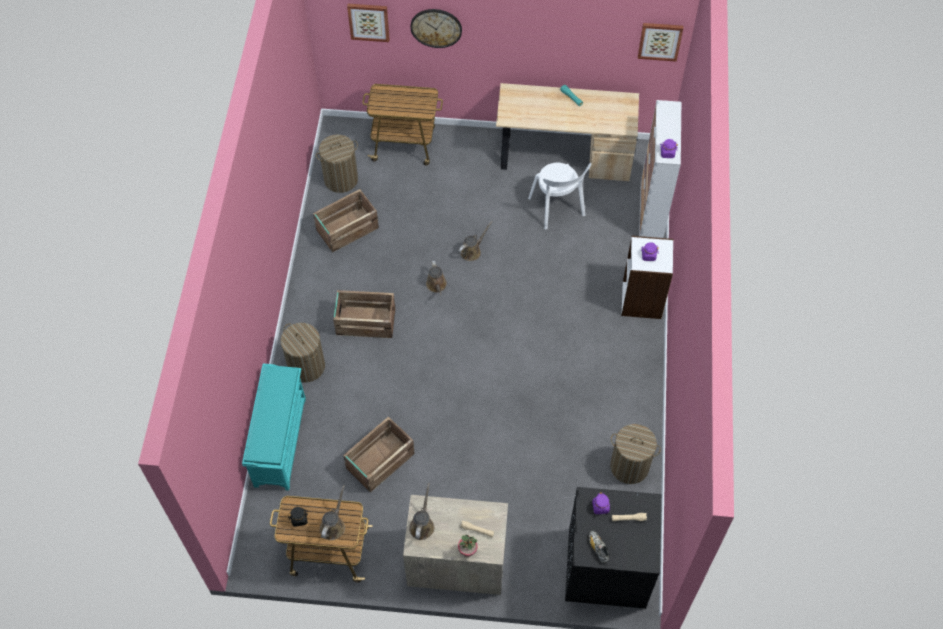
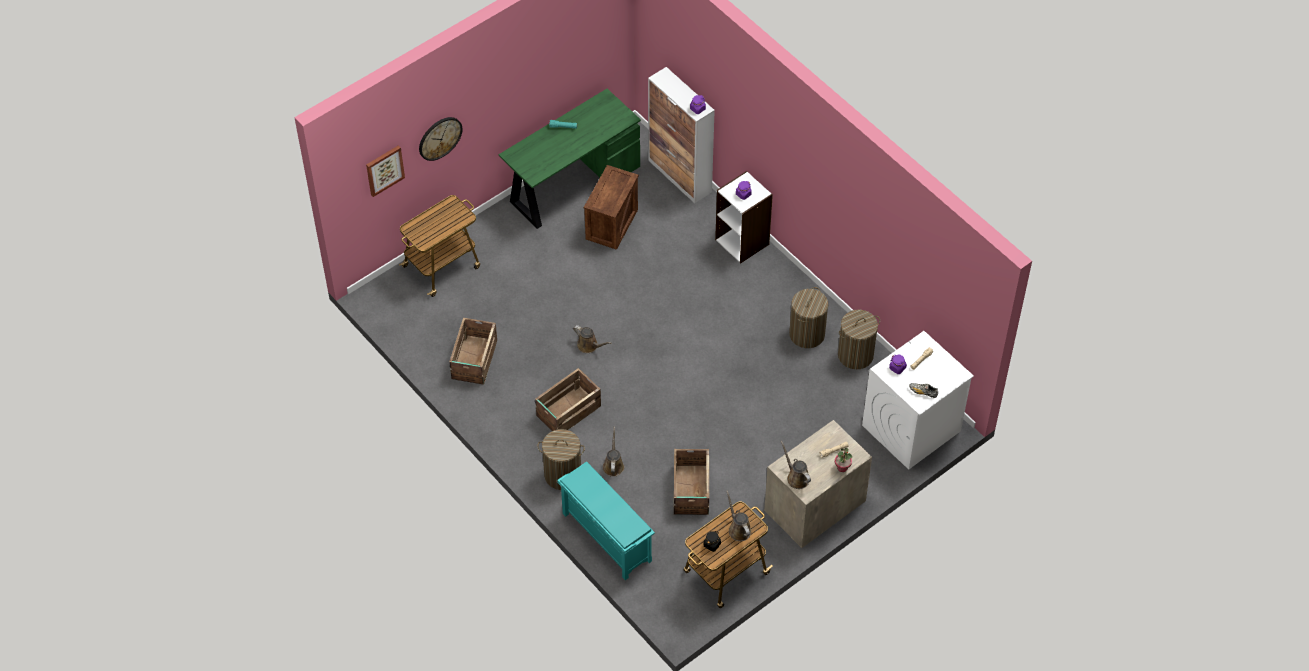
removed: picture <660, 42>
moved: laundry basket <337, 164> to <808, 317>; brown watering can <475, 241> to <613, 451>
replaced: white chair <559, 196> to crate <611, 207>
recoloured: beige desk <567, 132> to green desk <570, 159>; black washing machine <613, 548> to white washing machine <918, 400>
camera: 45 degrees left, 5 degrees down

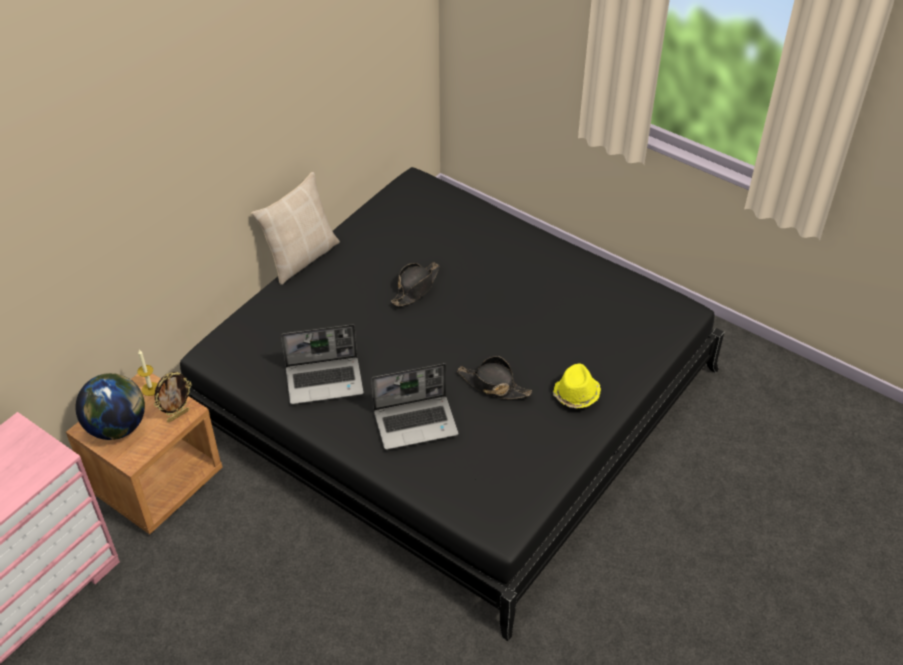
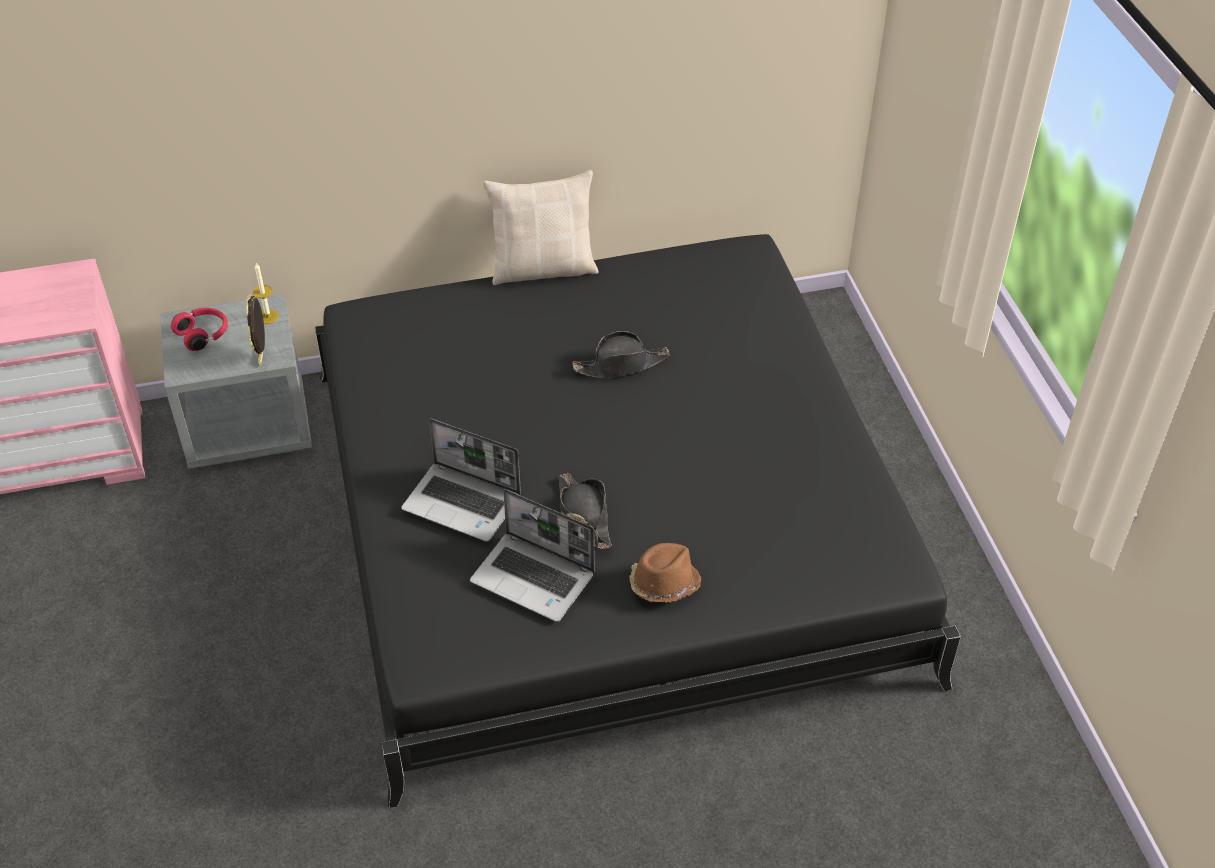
moved: laptop <322, 364> to <532, 555>
replaced: globe <110, 406> to red headphones <199, 329>
recoloured: yellow hat <577, 386> to brown hat <665, 573>; brown nightstand <144, 453> to grey nightstand <236, 381>
turned: picture frame <173, 397> = <255, 330> 90 degrees clockwise
camera: 40 degrees right, 0 degrees up

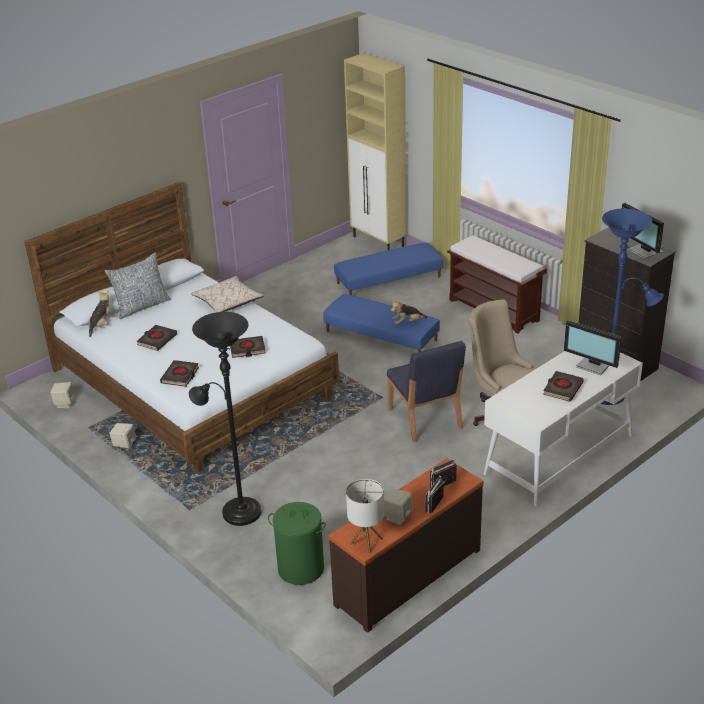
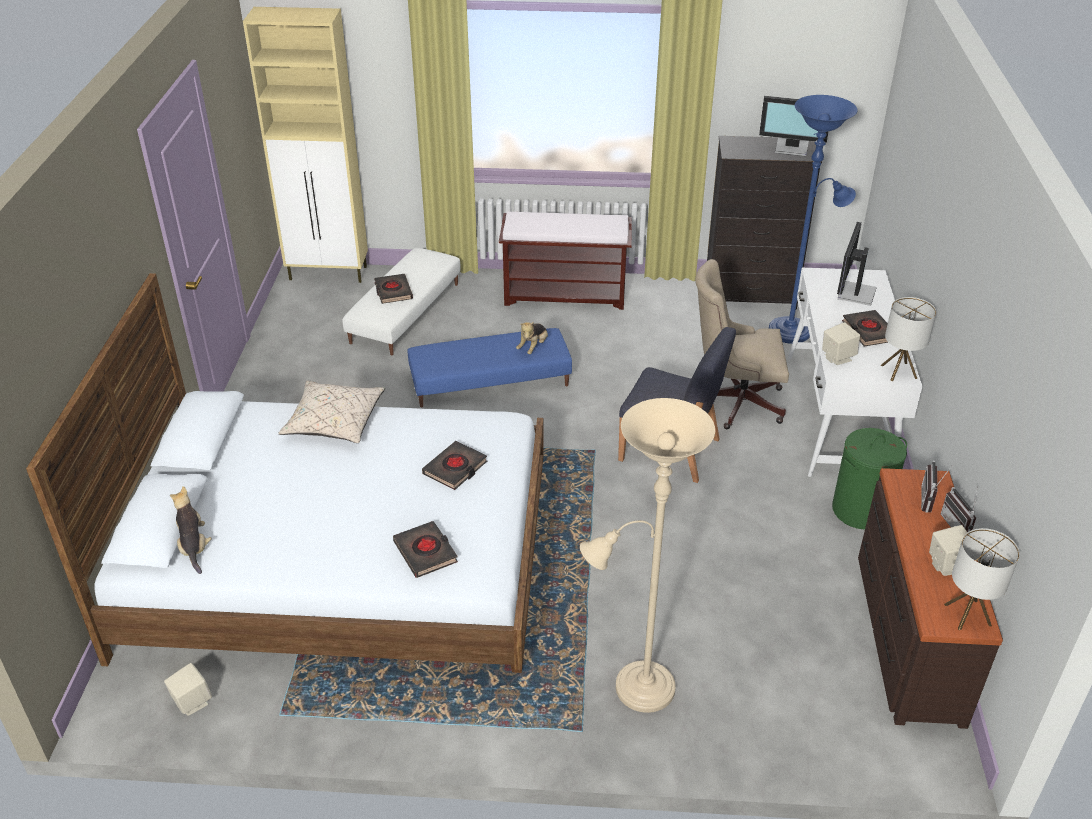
removed: pillow <138, 285>
added: table lamp <909, 339>
moved: black book <157, 338> to <393, 289>; beige speaker <122, 435> to <841, 343>; green laundry basket <297, 543> to <869, 479>
recoloured: blue ottoman <388, 269> to white ottoman <401, 301>; black floor lamp <225, 419> to beige floor lamp <647, 555>
turned: monitor <593, 347> = <857, 264> 120 degrees clockwise
camera: 45 degrees left, 5 degrees up

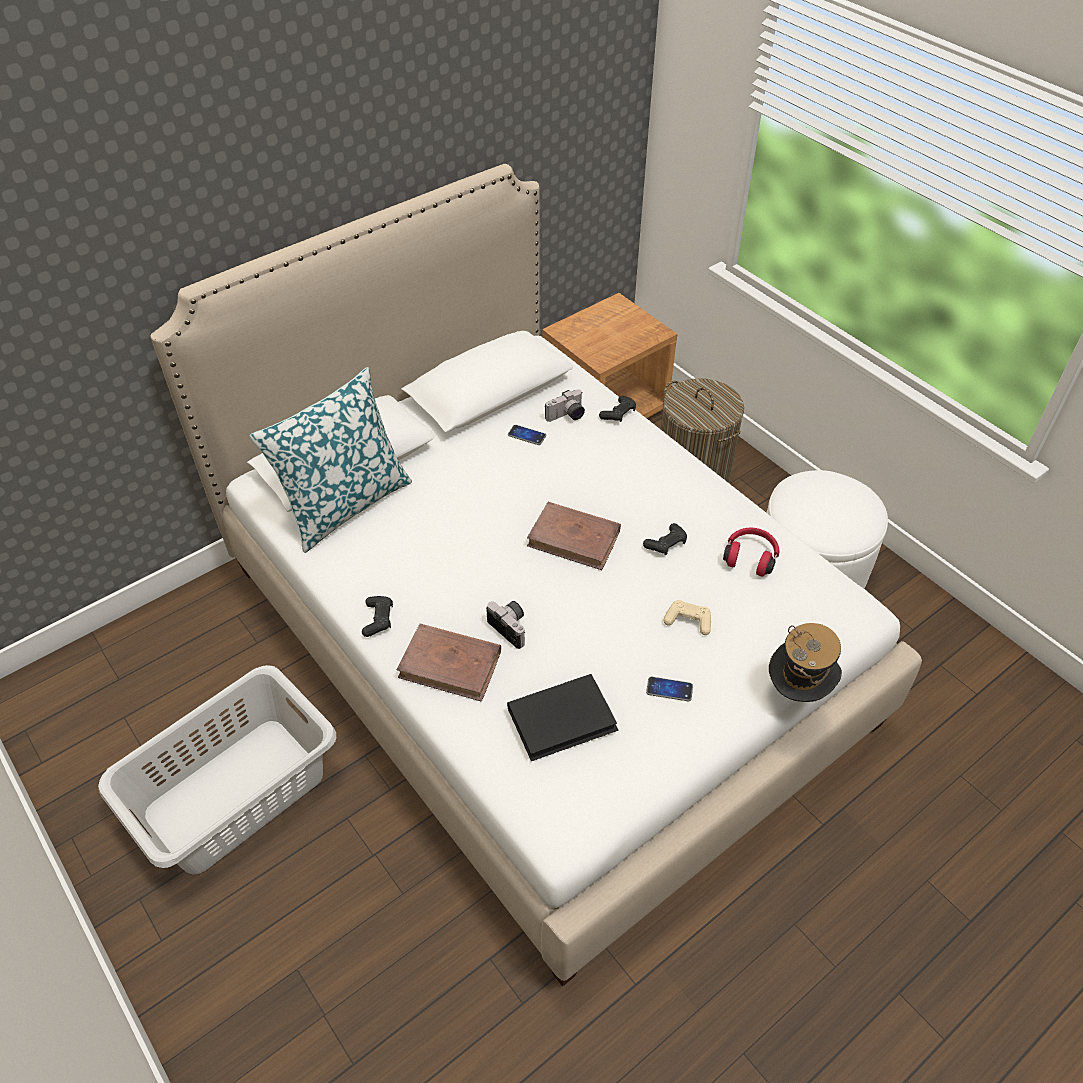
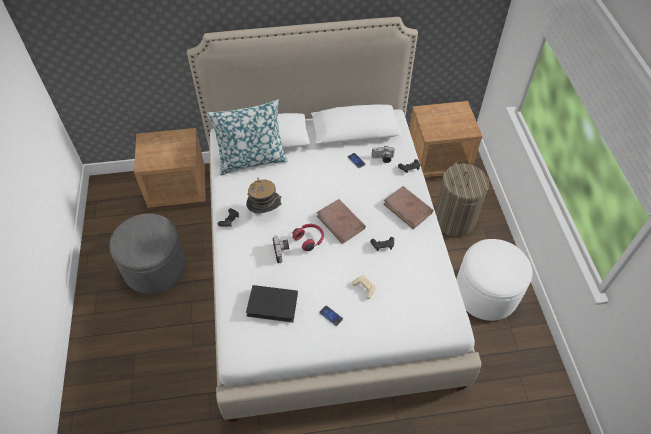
added: brown nightstand <170, 168>
moved: red headphones <751, 552> to <308, 237>; hat <805, 662> to <264, 196>; brown book <449, 663> to <408, 207>
replaced: grey laundry basket <217, 769> to grey ottoman <147, 253>
camera: 30 degrees right, 5 degrees up

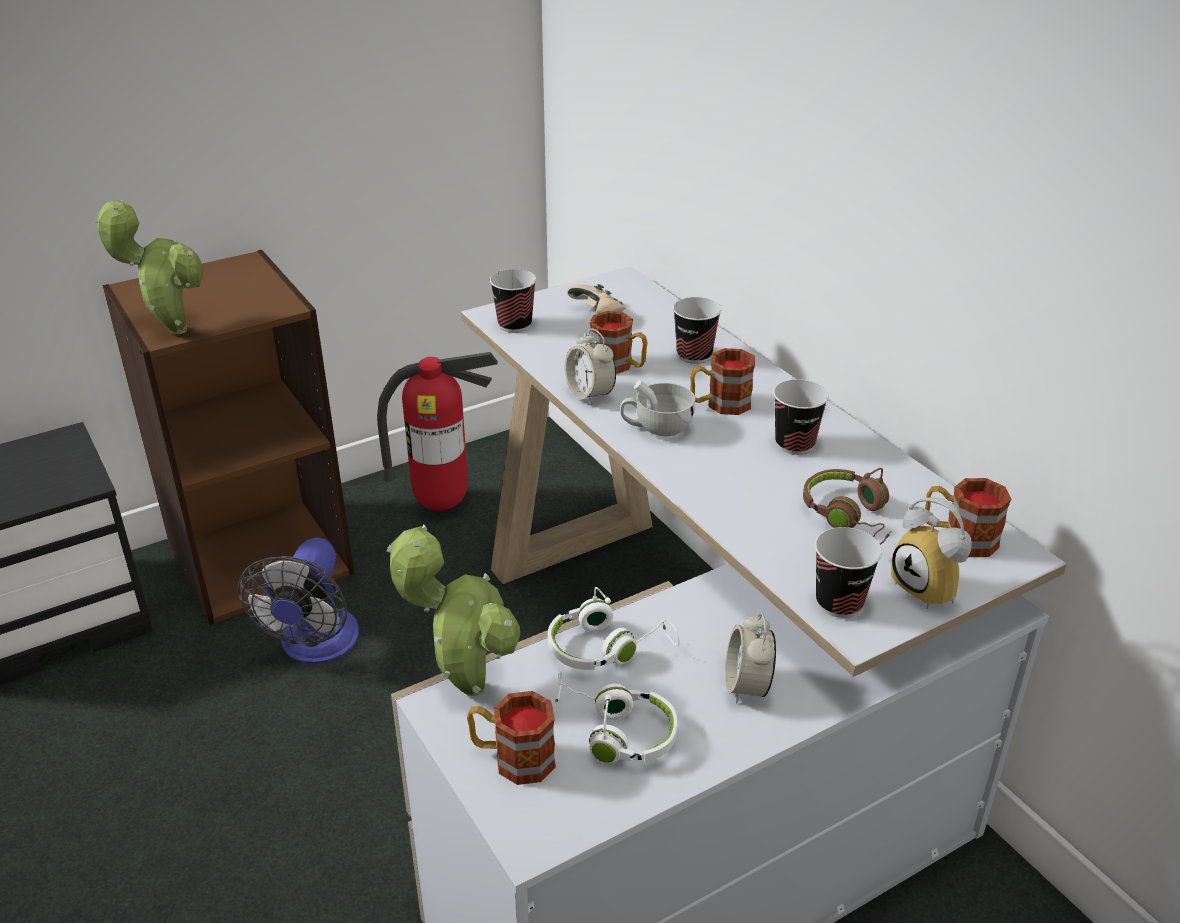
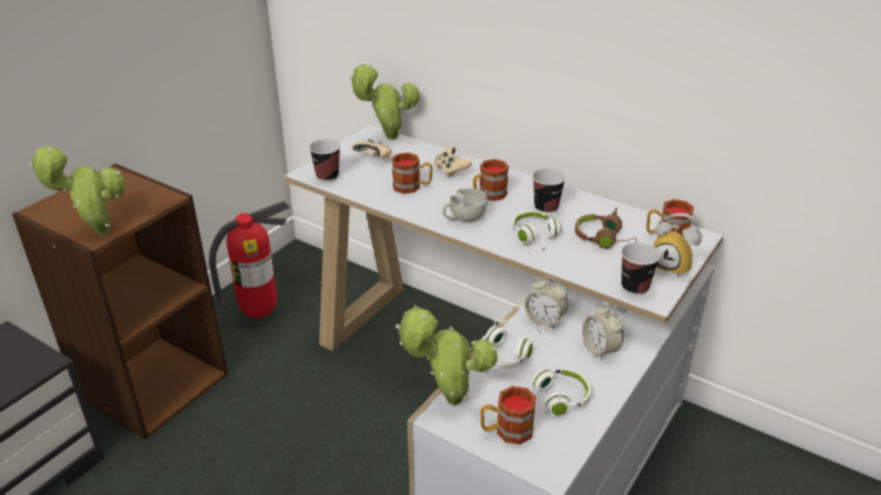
removed: fan <298, 600>
added: potted plant <384, 102>; white headphones <536, 233>
moved: alarm clock <590, 366> to <546, 302>
replaced: cup <697, 330> to beige game controller <453, 162>
camera: 25 degrees left, 0 degrees up

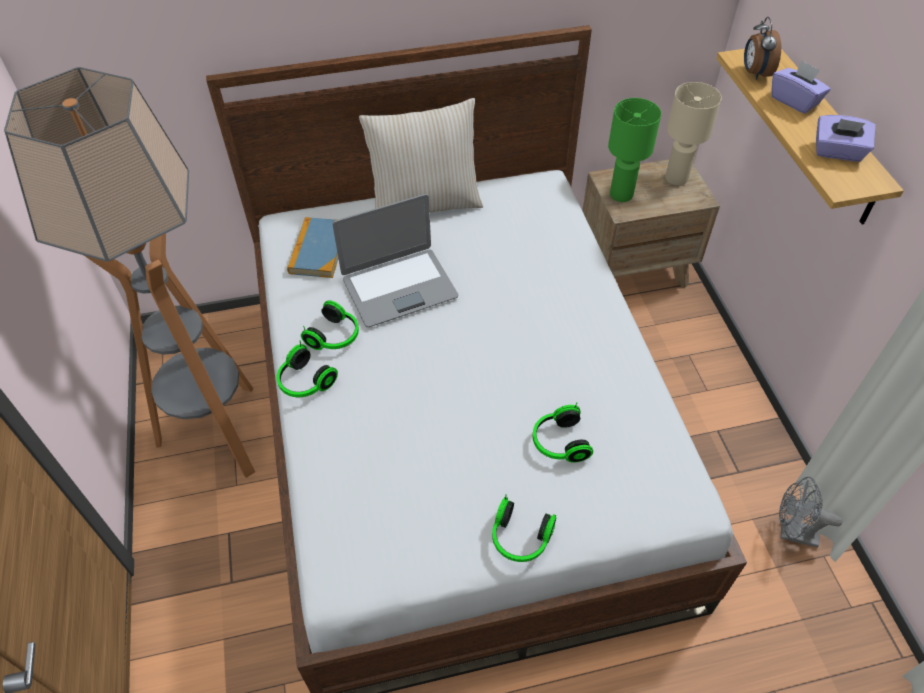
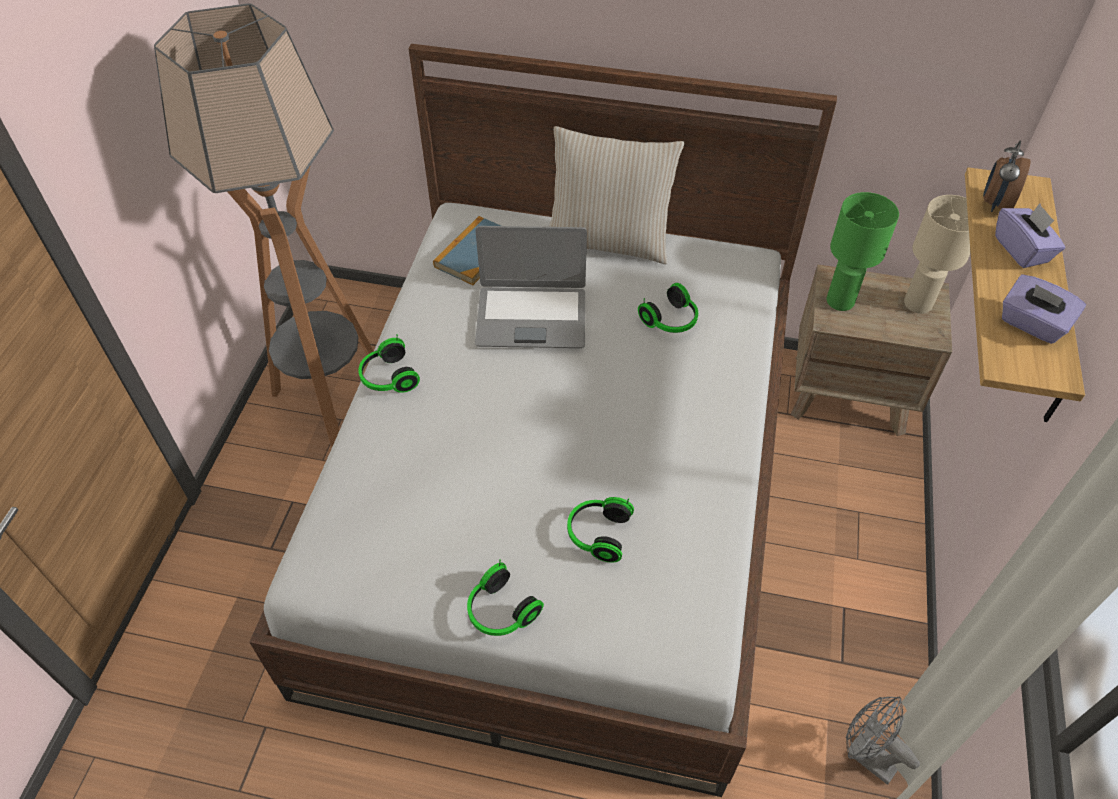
moved: headphones <330, 325> to <668, 308>
camera: 25 degrees right, 0 degrees up

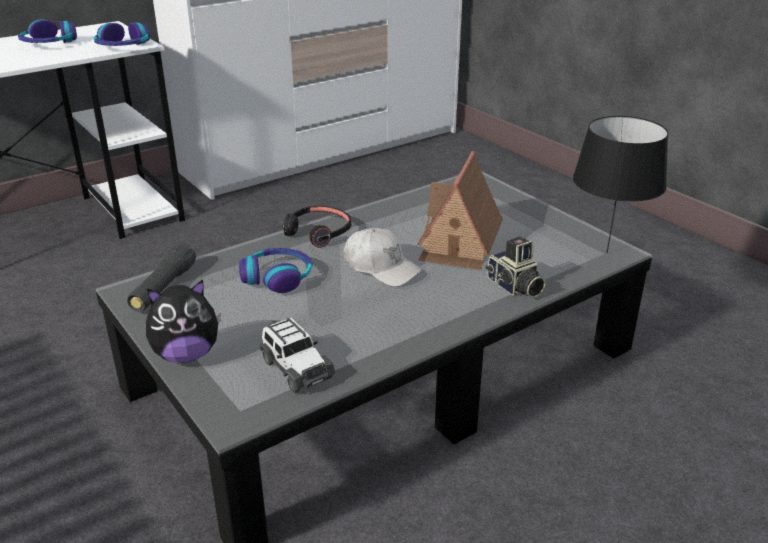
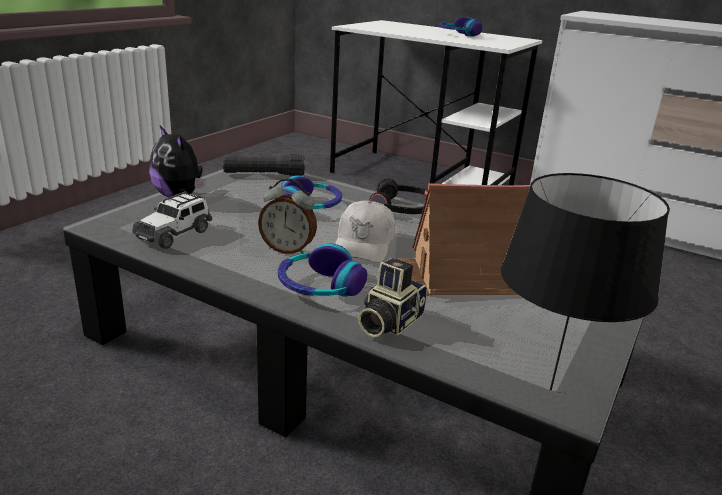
added: alarm clock <287, 216>
moved: headphones <122, 34> to <323, 270>
camera: 65 degrees right, 5 degrees down

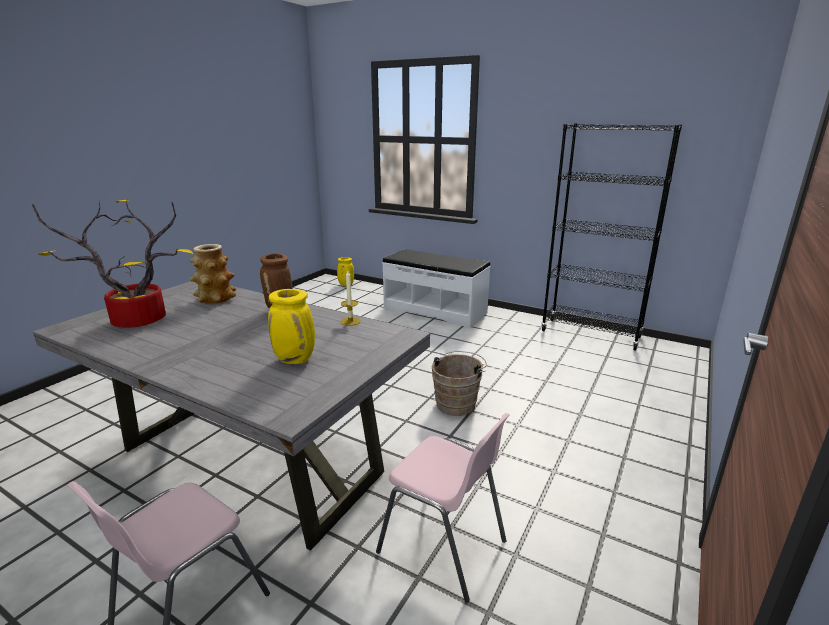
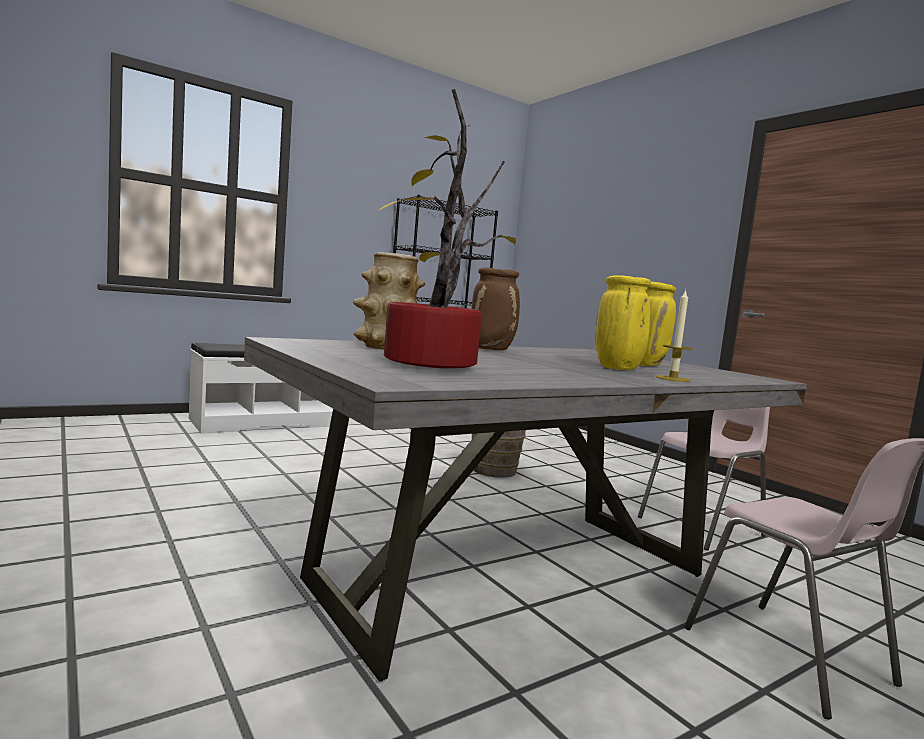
moved: yellow vase <345, 271> to <623, 322>; candle <351, 298> to <674, 335>
camera: 65 degrees left, 15 degrees down

